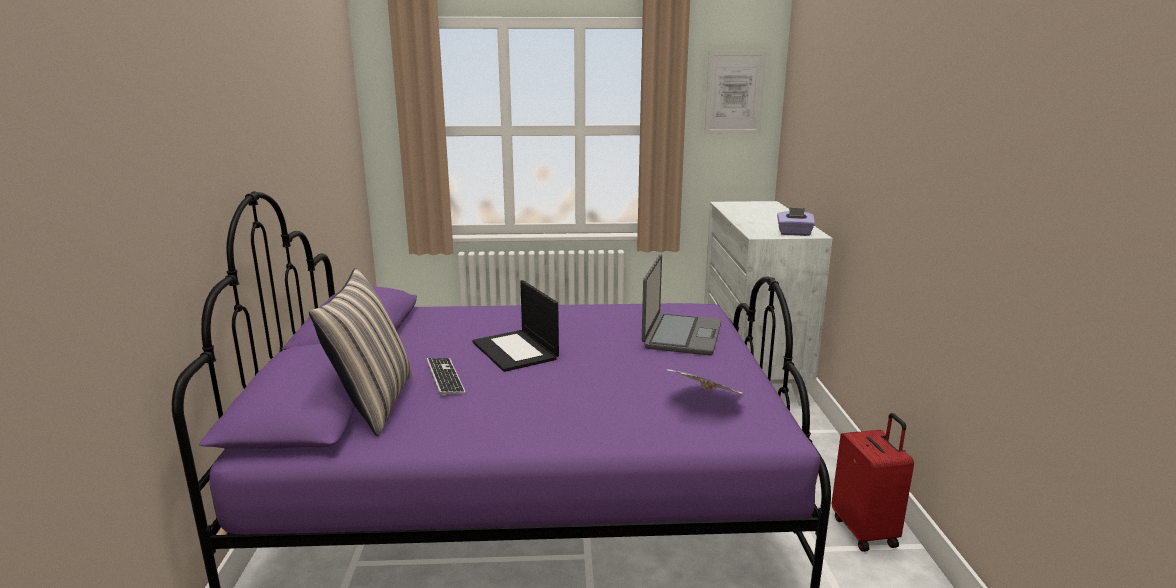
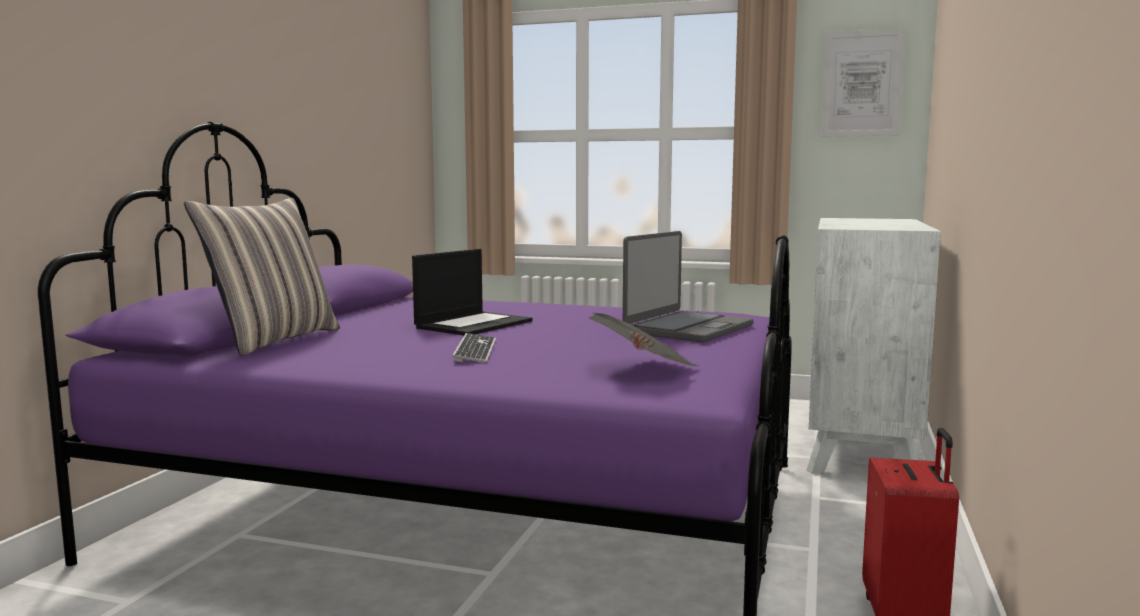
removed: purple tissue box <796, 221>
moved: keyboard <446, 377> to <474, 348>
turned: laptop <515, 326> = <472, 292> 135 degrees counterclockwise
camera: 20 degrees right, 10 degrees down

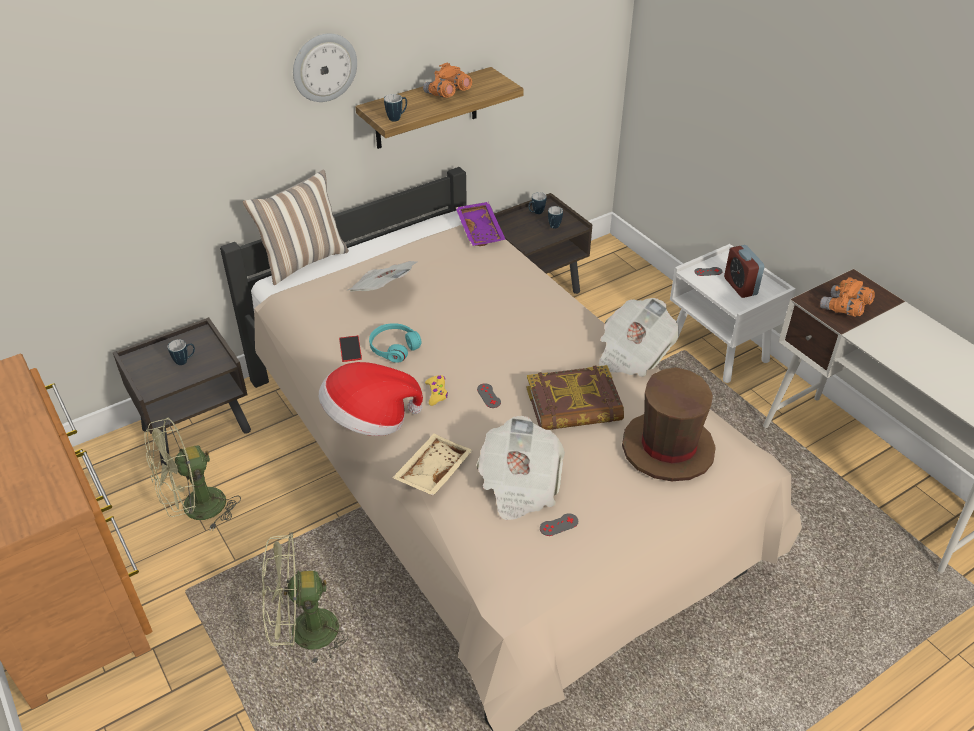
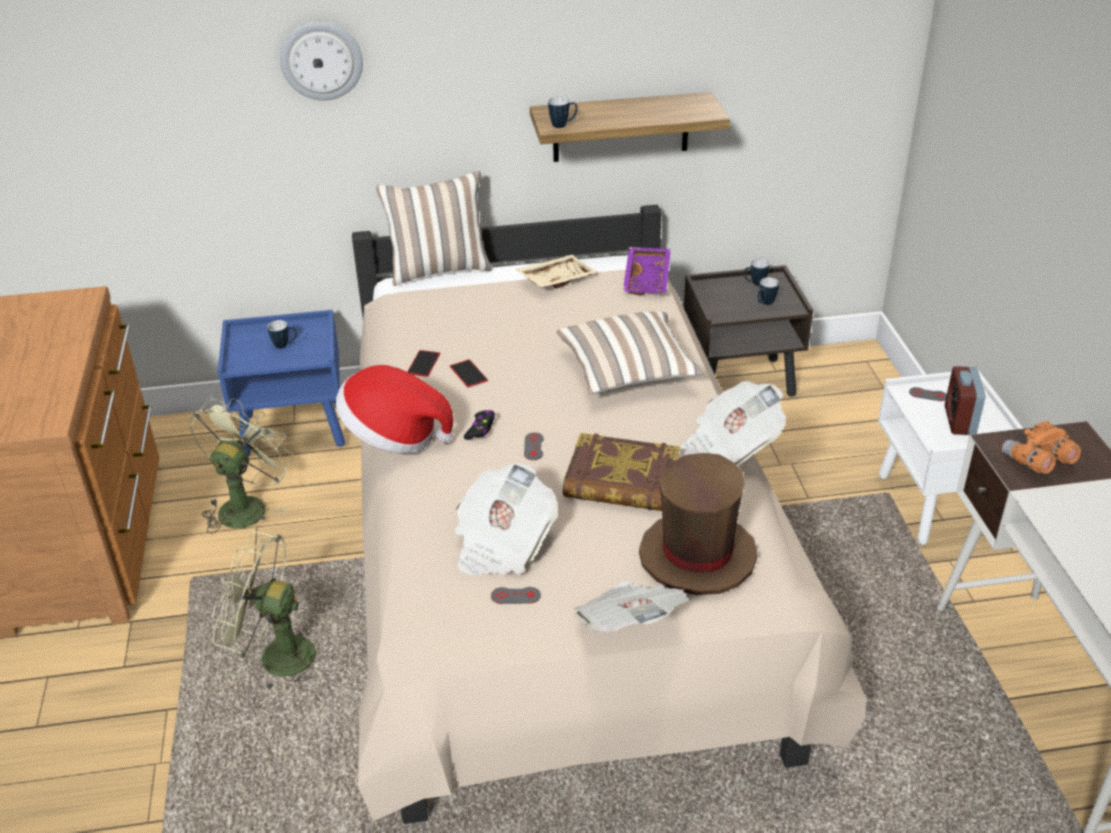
removed: orange binoculars <447, 80>
added: pillow <630, 353>
moved: wall clock <325, 68> to <321, 61>; newspaper <382, 276> to <631, 606>; beige tray <432, 465> to <556, 271>
replaced: turquoise headphones <395, 343> to phone <469, 373>
recoloured: brown nightstand <182, 391> to blue nightstand <281, 383>; yellow game controller <436, 390> to black game controller <479, 425>
turned: green fan <193, 473> = <242, 466> 120 degrees clockwise
camera: 25 degrees right, 5 degrees down

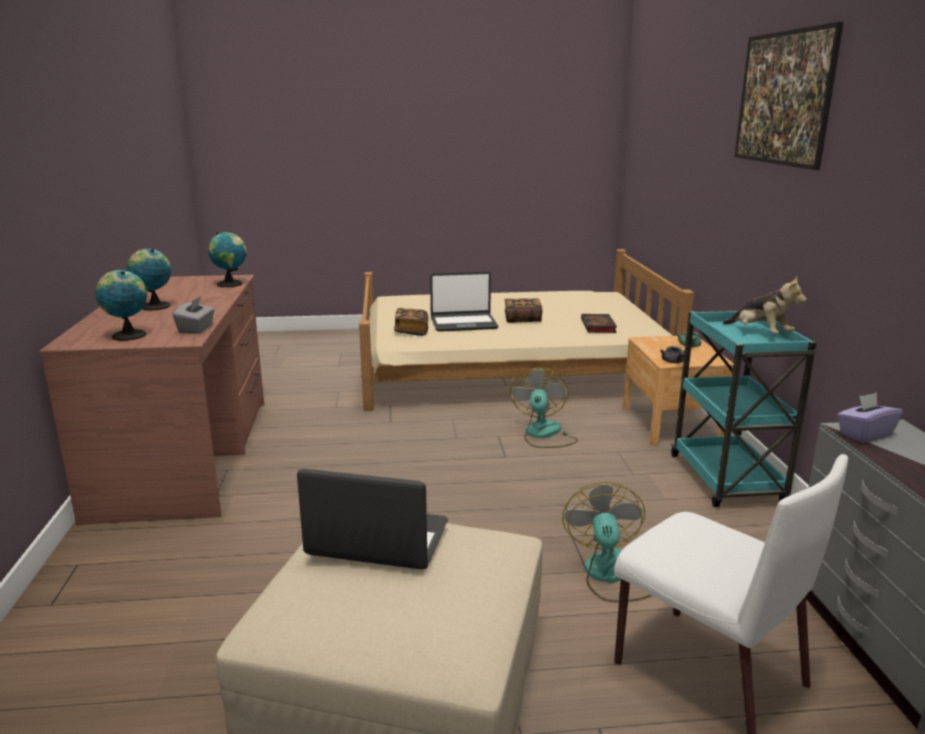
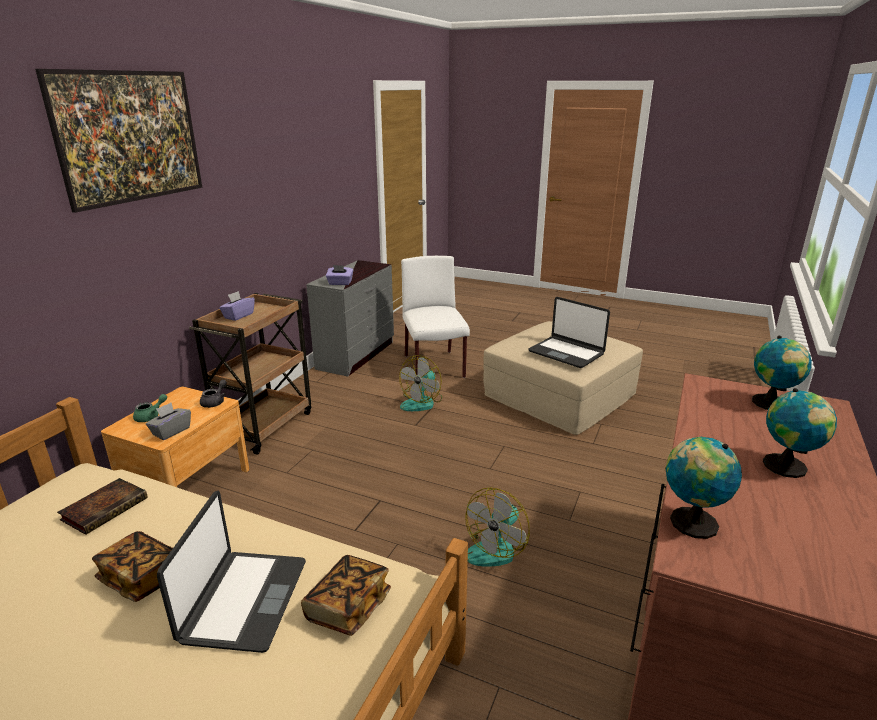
moved: grey tissue box <194, 315> to <168, 421>; fan <544, 408> to <497, 527>
replaced: plush toy <765, 305> to purple tissue box <237, 306>
recoloured: turquoise cart <744, 408> to brown cart <250, 374>
turned: laptop <464, 302> = <231, 572> 75 degrees clockwise
camera: 150 degrees left, 5 degrees up

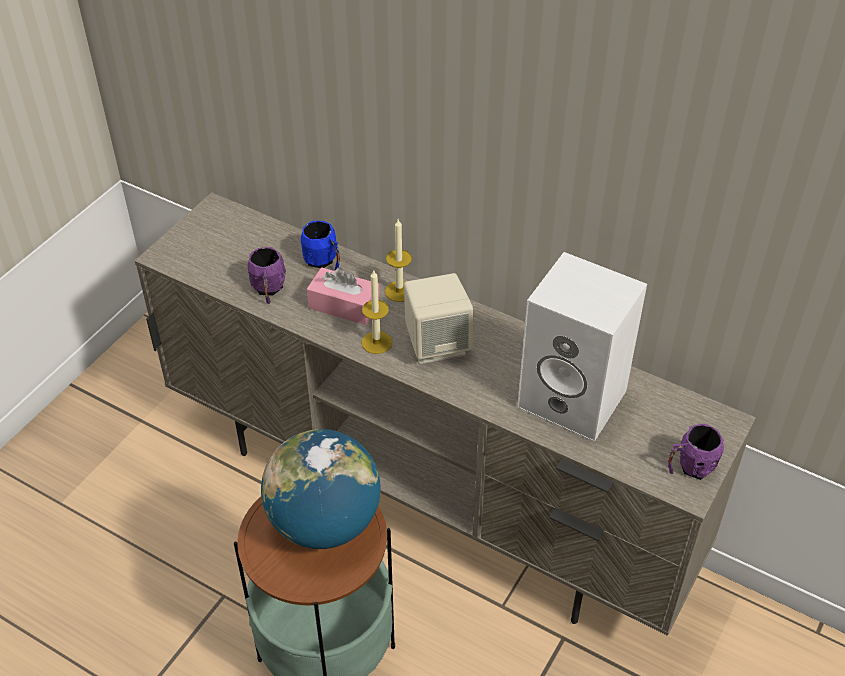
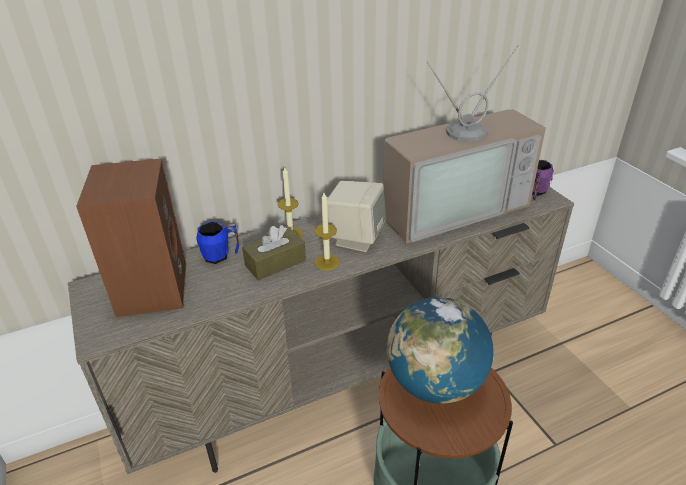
removed: purple mug <266, 275>
added: brown speaker <131, 237>
replaced: white speaker <582, 347> to television <464, 143>
recoloured: pink tissue box <343, 296> to brown tissue box <274, 253>
camera: 55 degrees left, 10 degrees down

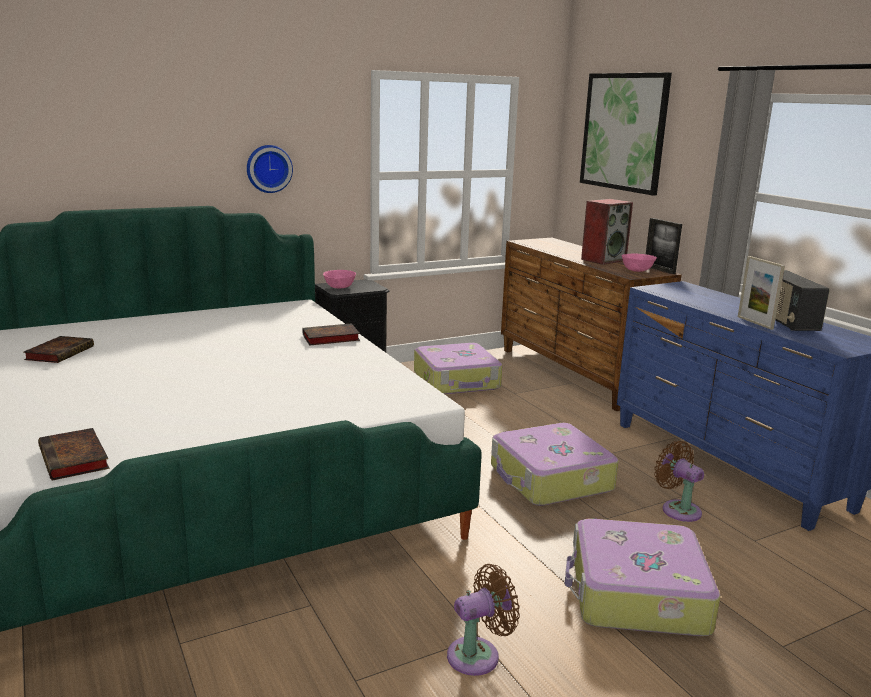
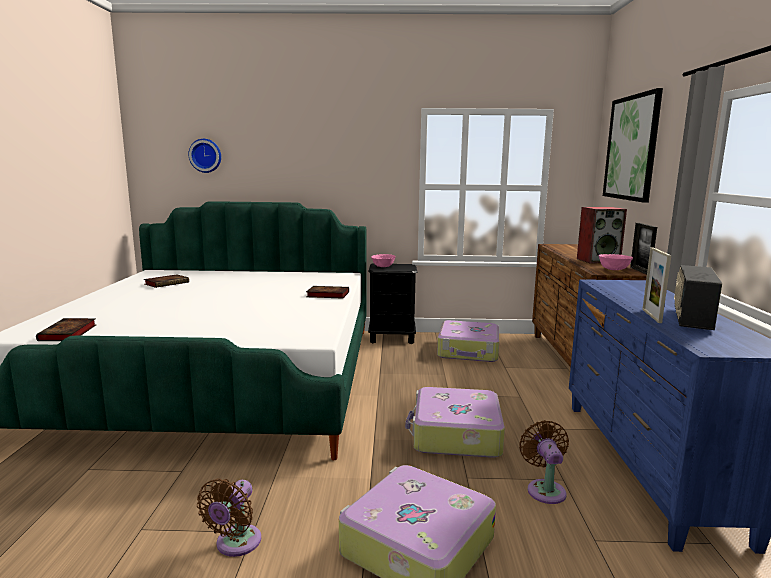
moved: wall clock <270, 169> to <204, 156>
turned: brown fan <483, 620> = <229, 517> 105 degrees clockwise
camera: 30 degrees right, 5 degrees down

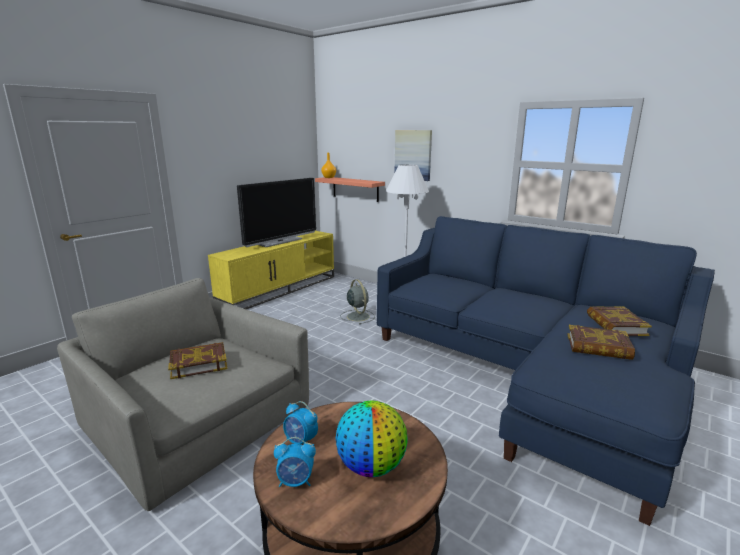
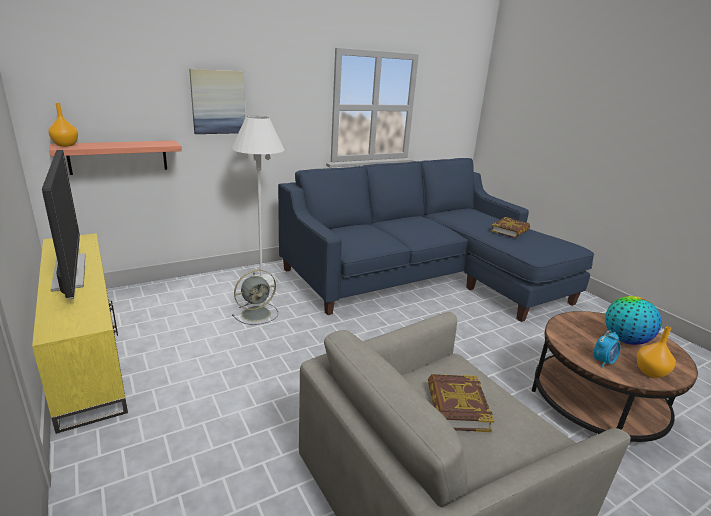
removed: book <619, 321>
replaced: alarm clock <295, 462> to orange vase <656, 352>
turned: grey fan <357, 301> = <255, 297> 150 degrees clockwise
camera: 70 degrees left, 5 degrees up

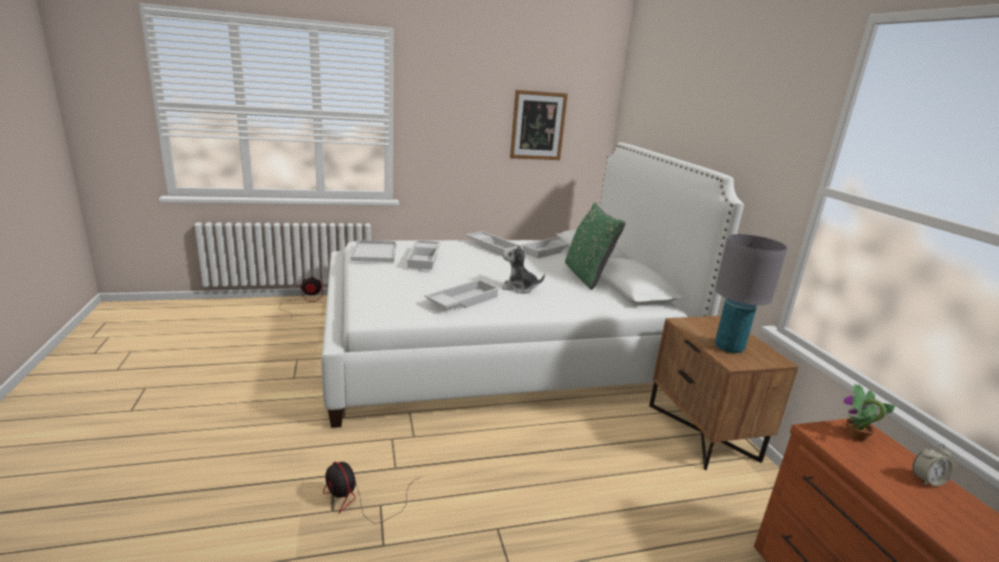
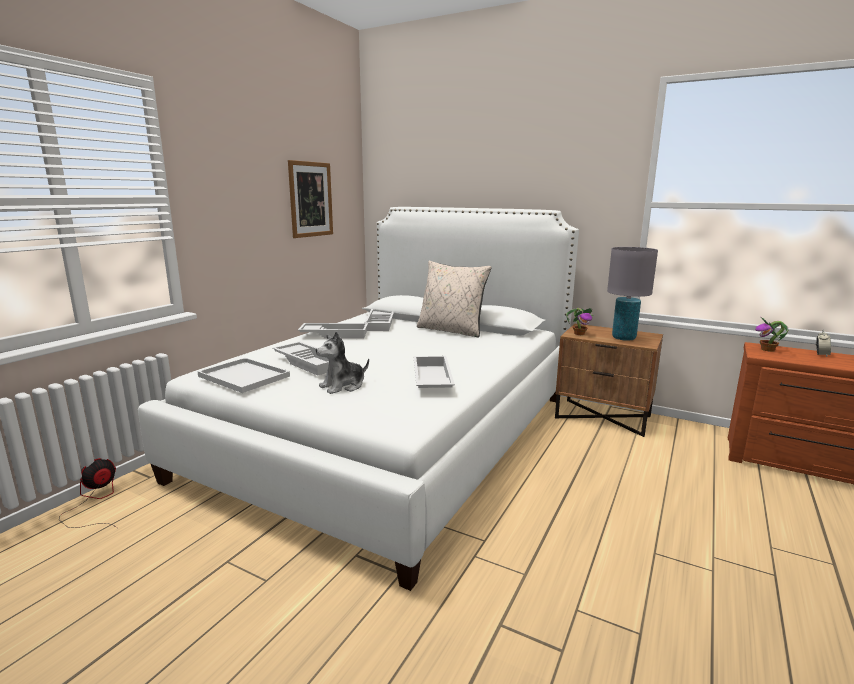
removed: fan <372, 492>
added: potted plant <580, 321>
moved: plush toy <523, 269> to <342, 362>
recoloured: green pillow <595, 246> to beige pillow <454, 299>
camera: 45 degrees left, 5 degrees down

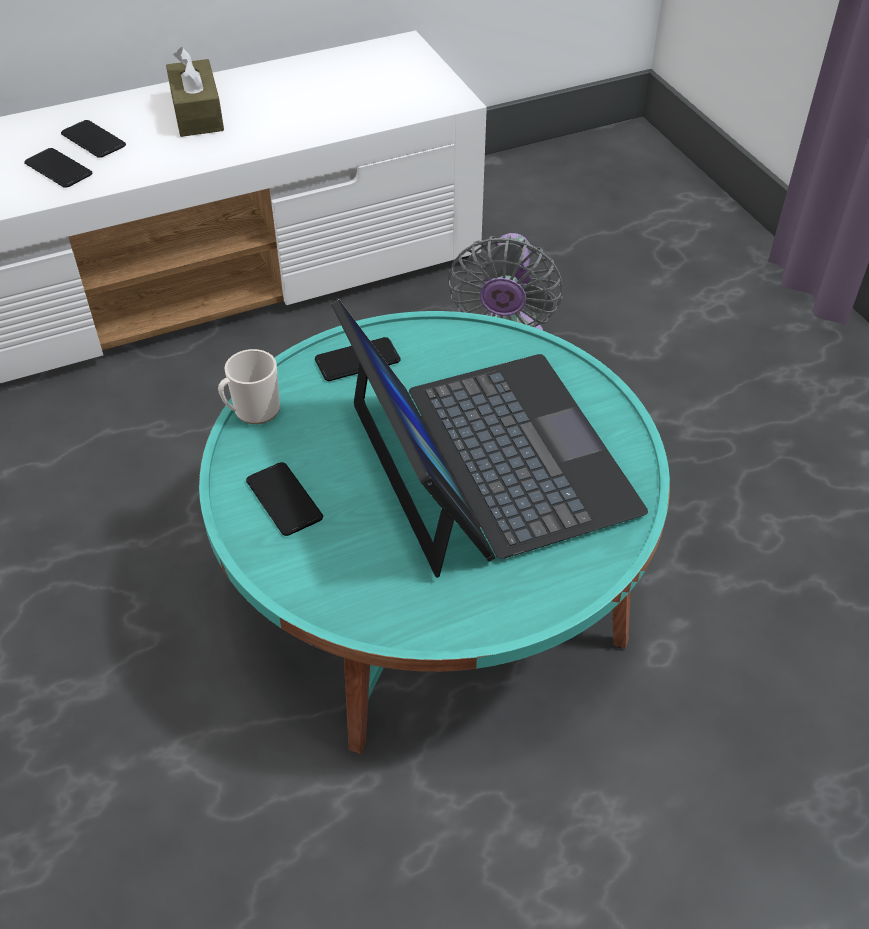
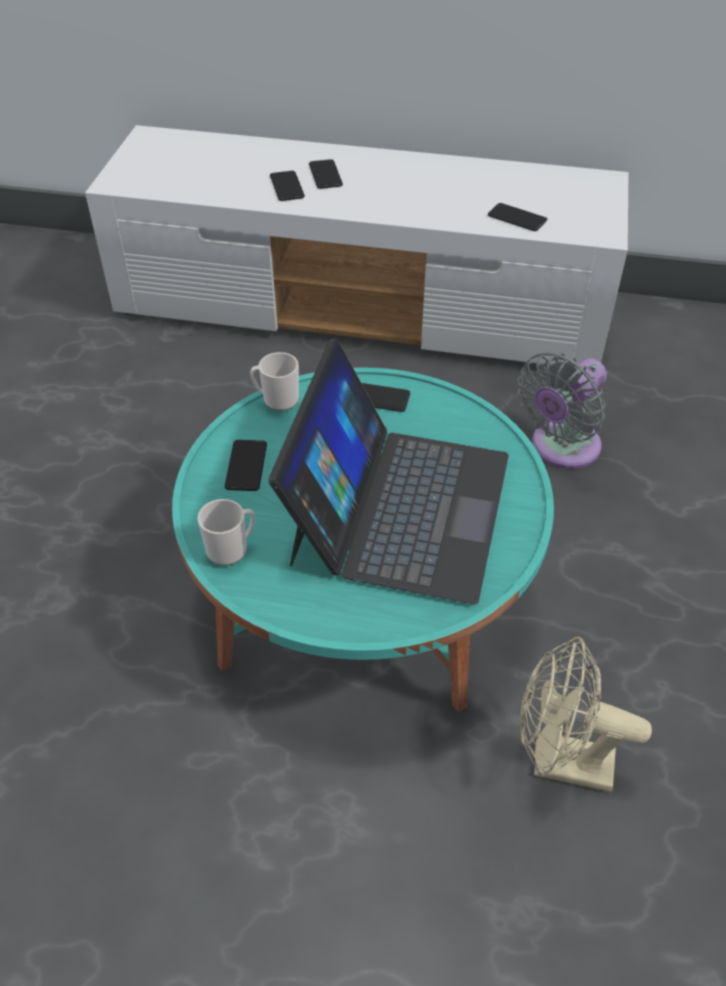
removed: brown tissue box <195, 92>
added: phone <517, 217>; mug <226, 532>; beige fan <586, 714>
camera: 35 degrees right, 0 degrees up

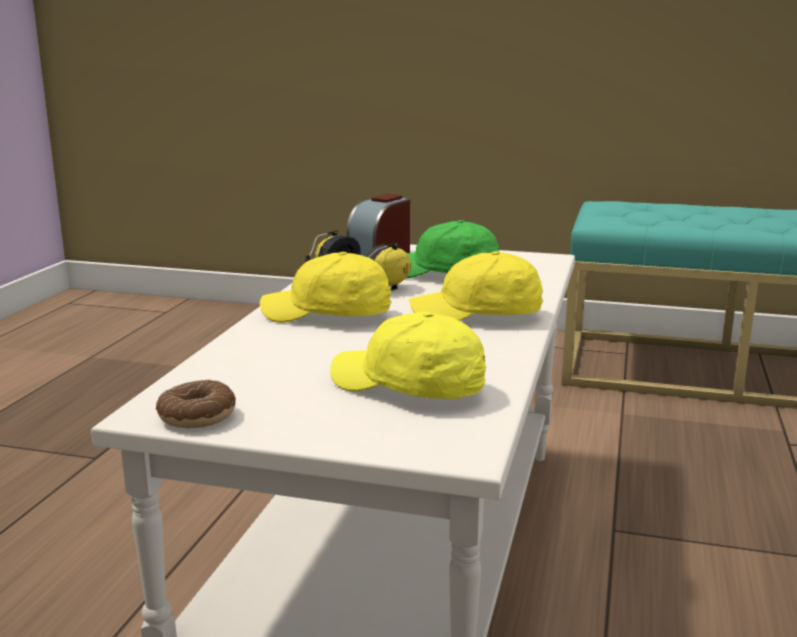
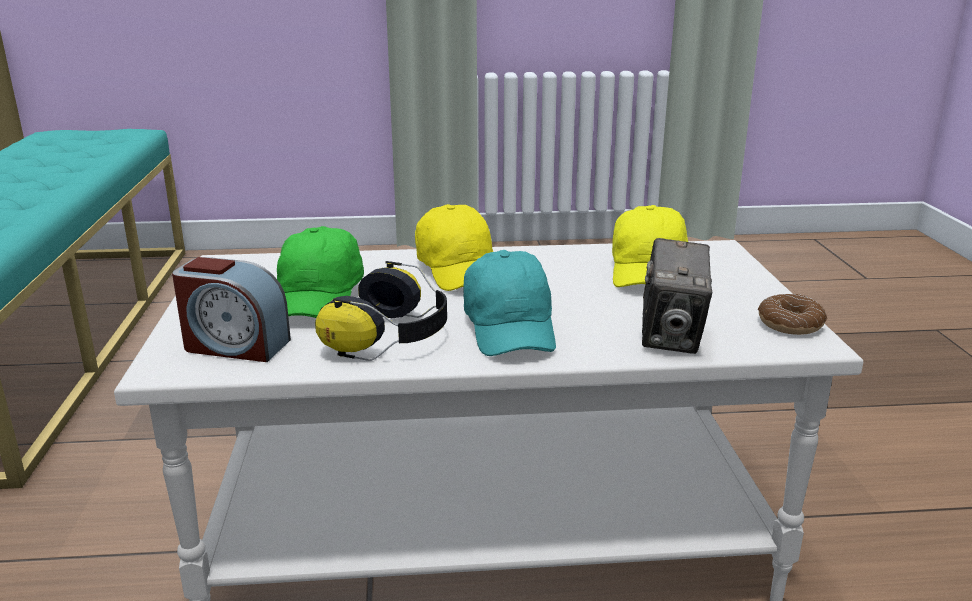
added: photo camera <677, 296>
recoloured: yellow cap <326, 287> to turquoise cap <510, 303>
camera: 110 degrees left, 5 degrees up

